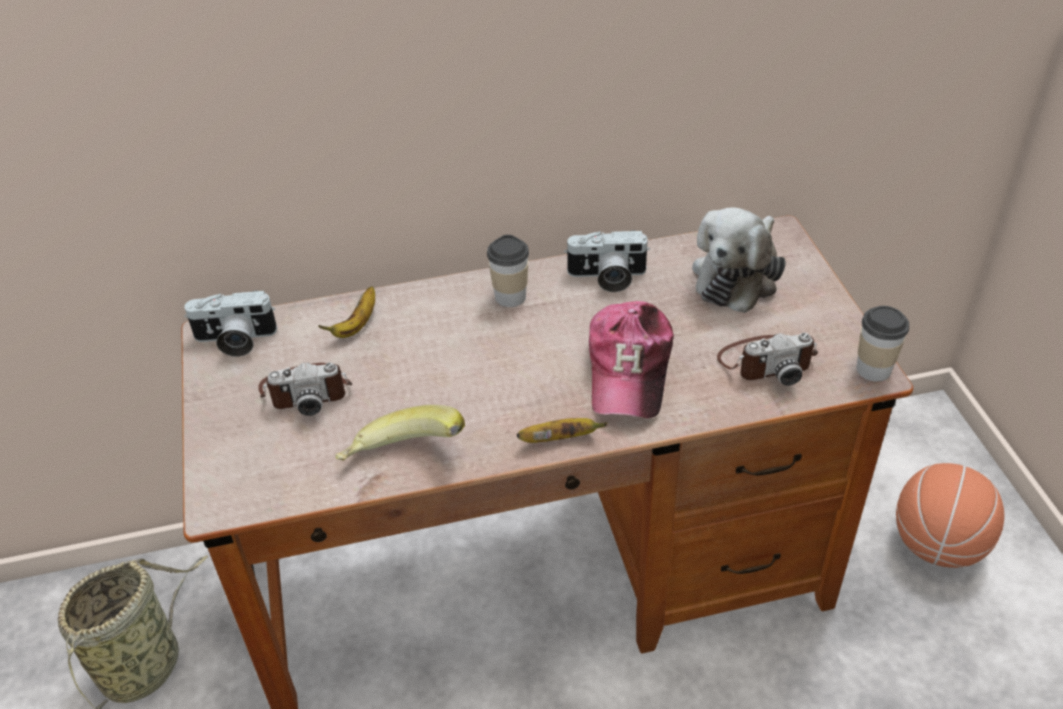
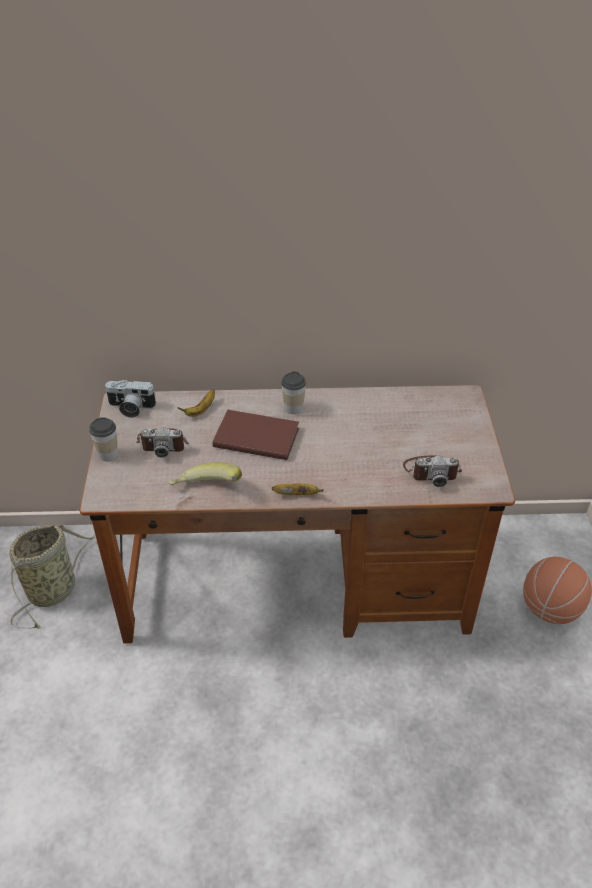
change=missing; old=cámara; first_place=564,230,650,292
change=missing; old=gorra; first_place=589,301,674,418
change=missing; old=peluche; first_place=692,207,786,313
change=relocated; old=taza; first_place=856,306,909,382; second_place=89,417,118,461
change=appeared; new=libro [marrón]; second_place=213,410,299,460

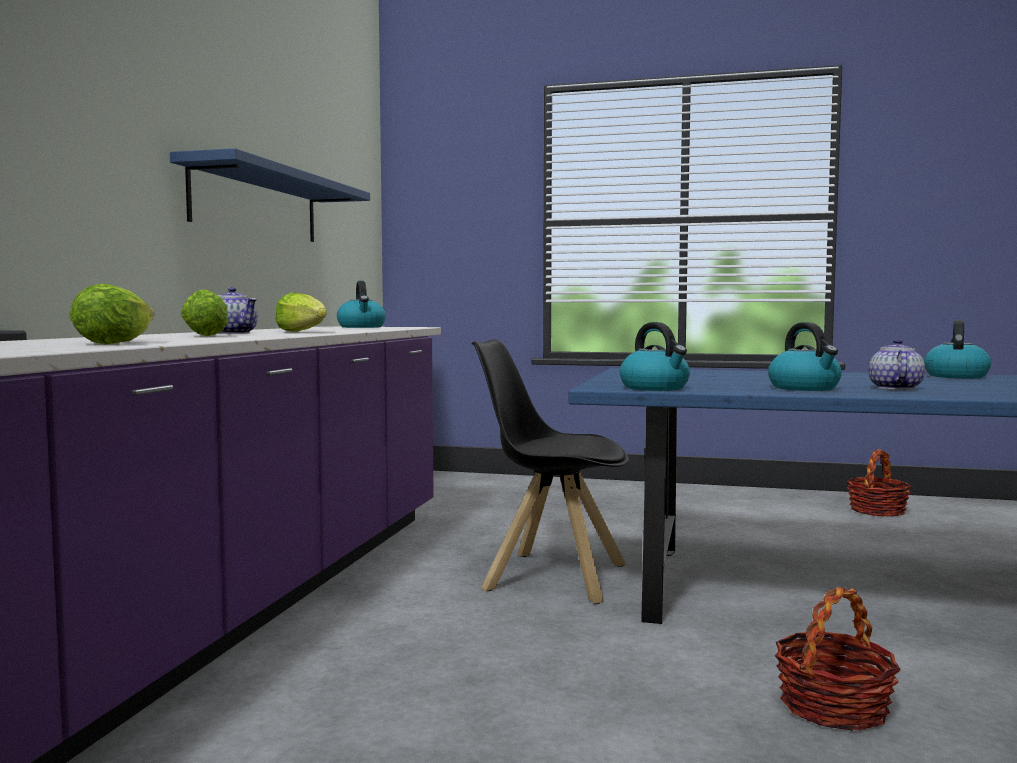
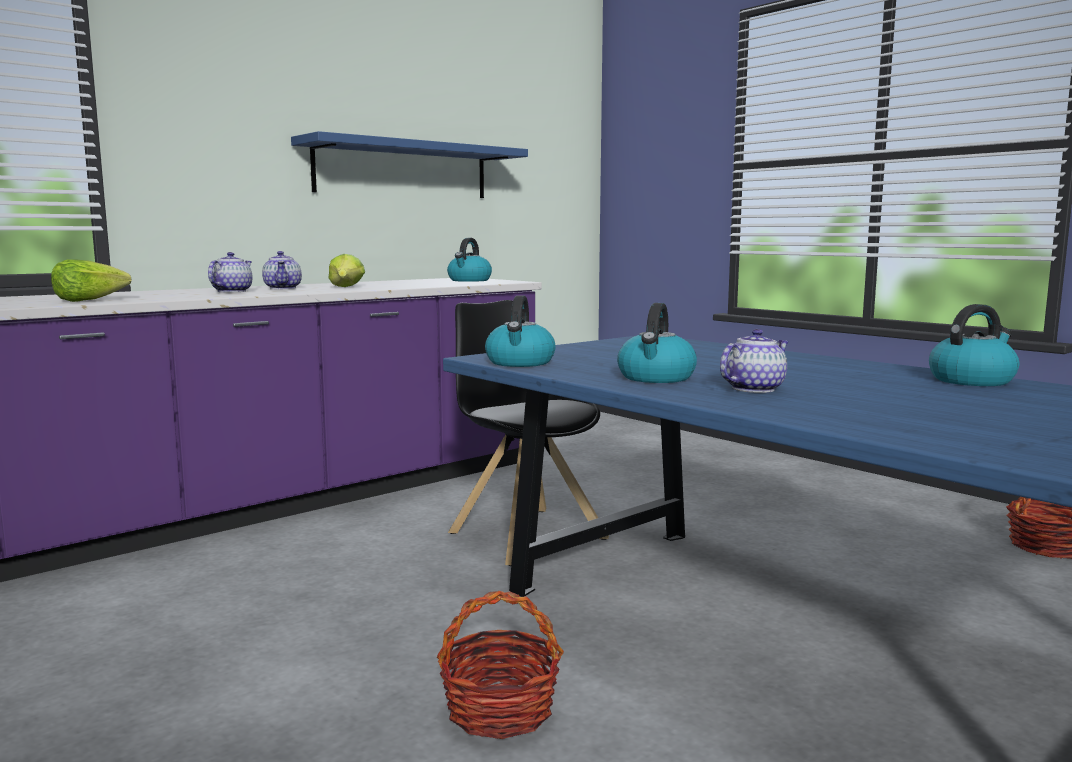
change=exchanged; old=lechuga; new=tetera; first_place=181,289,229,336; second_place=208,252,253,292

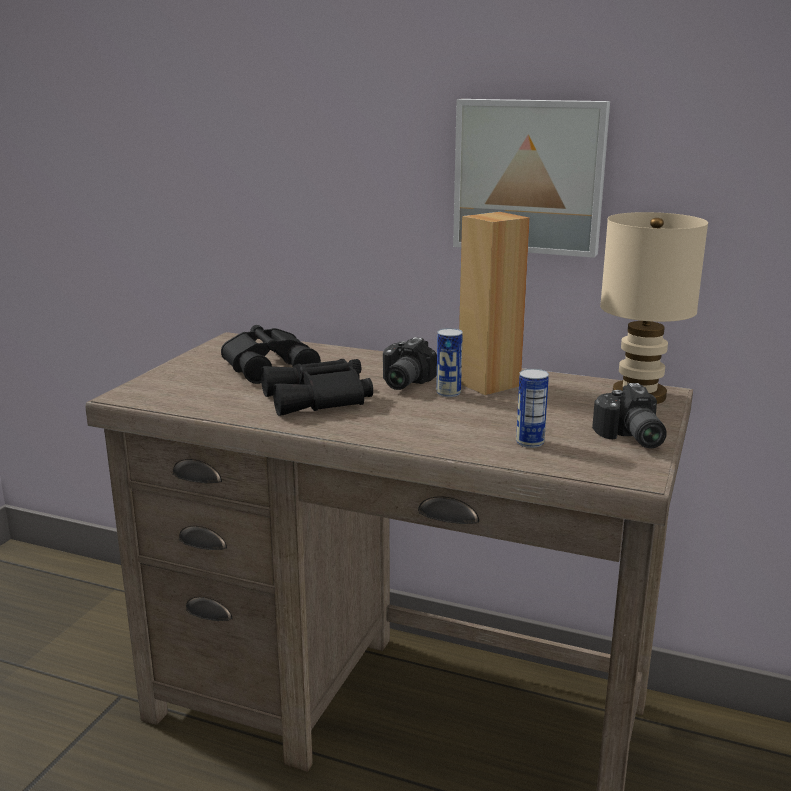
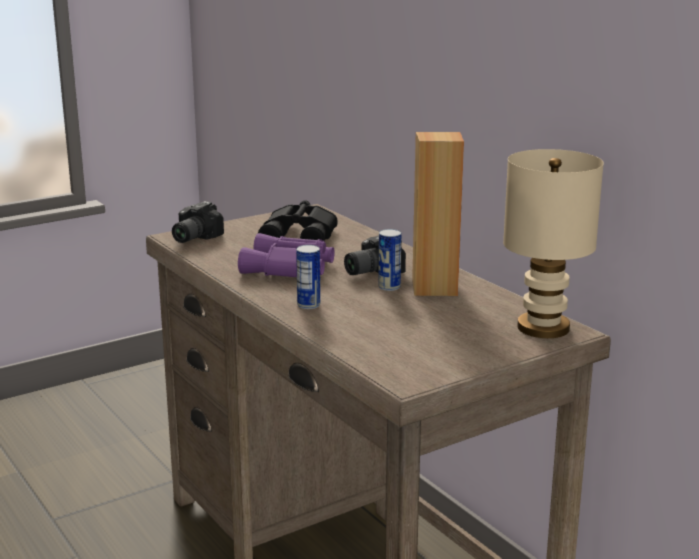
change=colour; old=prismáticos [negro]; new=prismáticos [morado]; first_place=261,359,373,416; second_place=238,233,335,277
change=missing; old=cuadro; first_place=453,99,610,258
change=relocated; old=lata; first_place=516,369,549,448; second_place=296,245,320,309
change=relocated; old=cámara; first_place=592,383,667,448; second_place=172,201,224,243

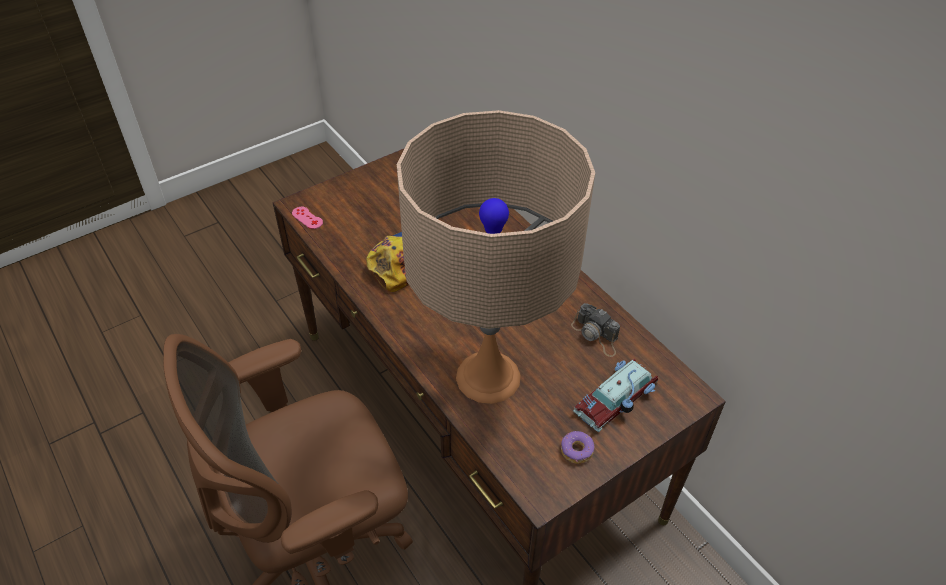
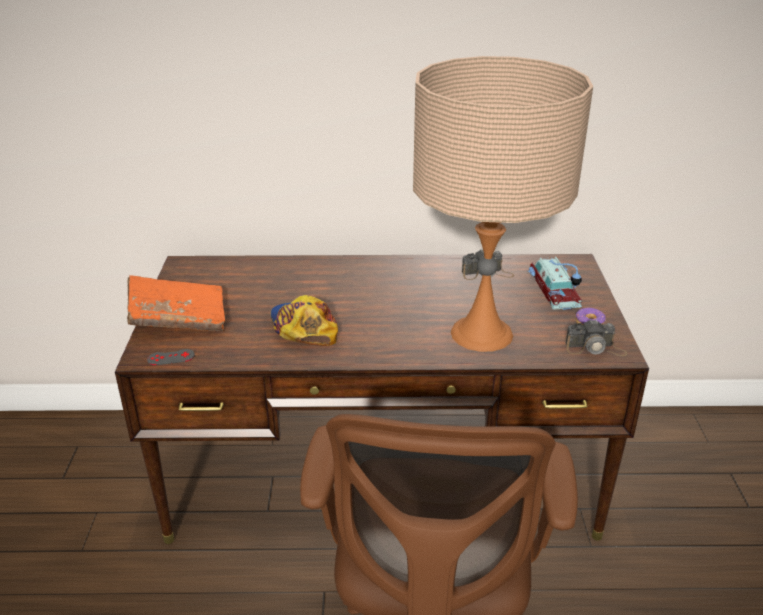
change=colour; old=mando de consola [rosa]; new=mando de consola [gris]; first_place=292,207,323,229; second_place=147,349,195,365
change=appeared; new=libro [naranja]; second_place=127,275,226,331
change=appeared; new=cámara; second_place=565,319,627,356

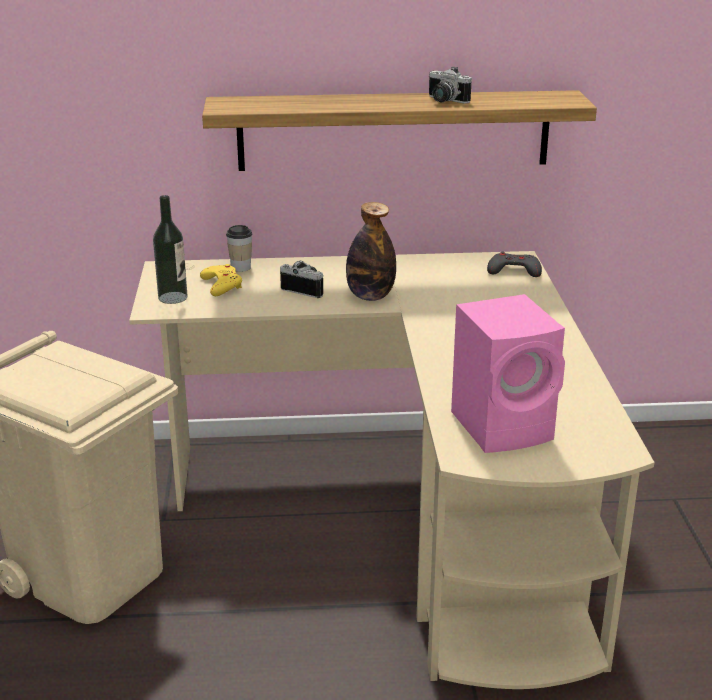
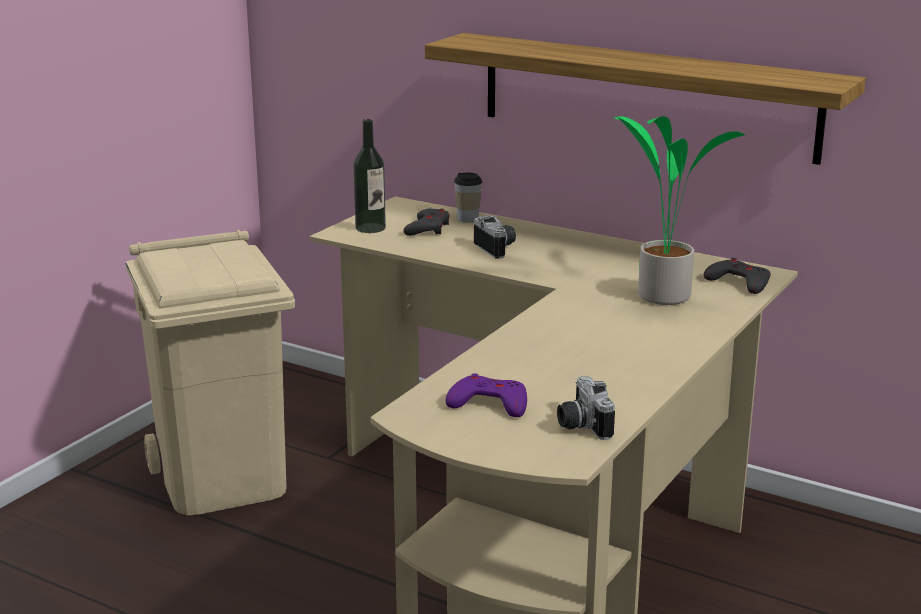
change=colour; old=mando de consola [amarillo]; new=mando de consola [gris]; first_place=200,264,242,296; second_place=403,209,450,236
change=missing; old=botella; first_place=346,202,396,301
change=relocated; old=cámara; first_place=429,67,472,104; second_place=557,376,615,440
change=exchanged; old=altavoz [rosa]; new=mando de consola [morado]; first_place=451,294,565,453; second_place=446,373,527,417
change=appeared; new=planta en maceta; second_place=614,116,745,305

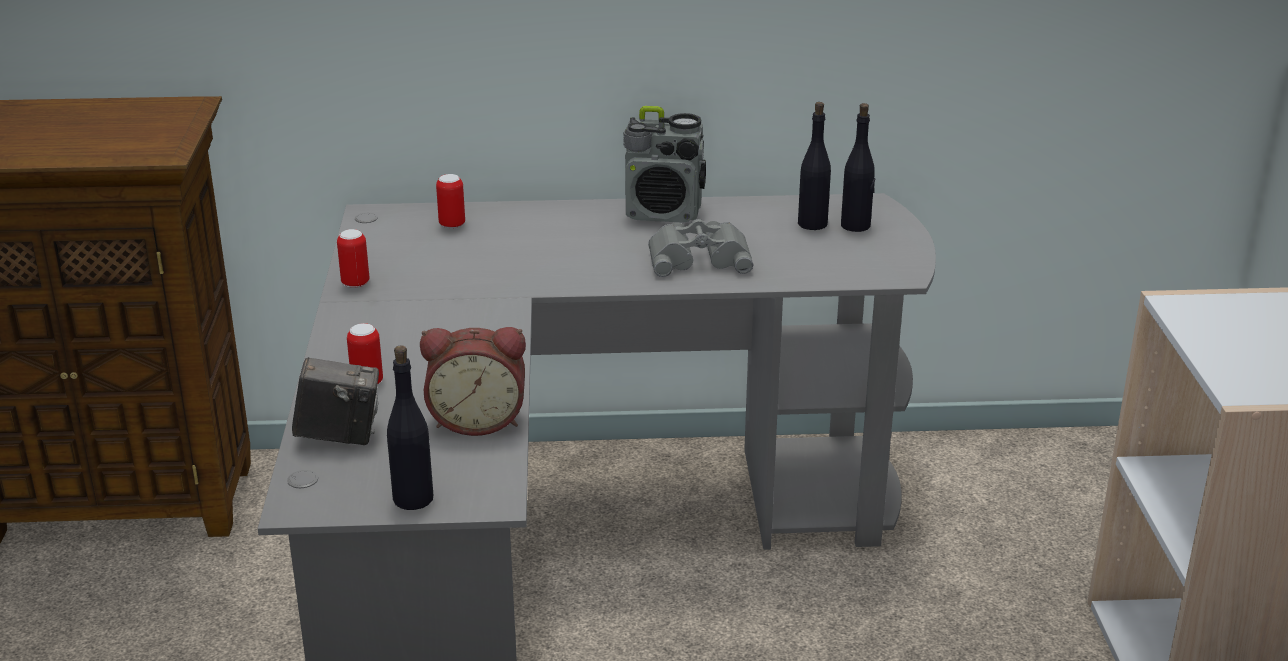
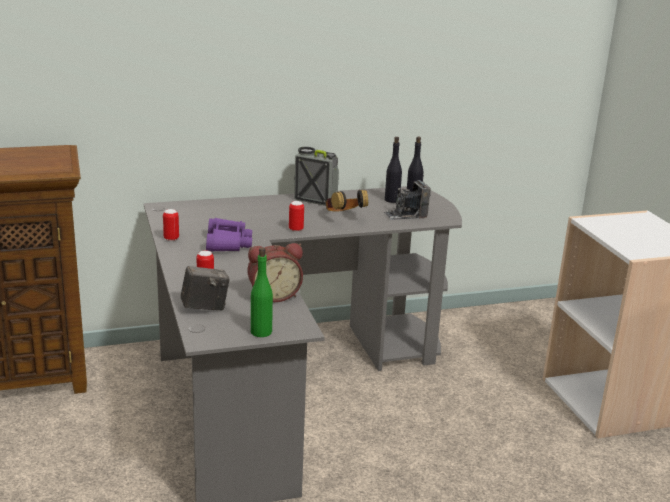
change=colour; old=botella [negro]; new=botella [verde]; first_place=387,345,433,510; second_place=251,247,273,337
change=relocated; old=lata; first_place=436,174,465,229; second_place=289,201,304,232
change=spun; old=radio; first_place=623,106,706,223; second_place=294,147,339,206; degrees=-150
change=exchanged; old=prismáticos [gris]; new=auriculares; first_place=648,219,753,277; second_place=325,190,368,212
change=appeared; new=prismáticos [morado]; second_place=206,218,252,252
change=appeared; new=cámara; second_place=383,180,431,220

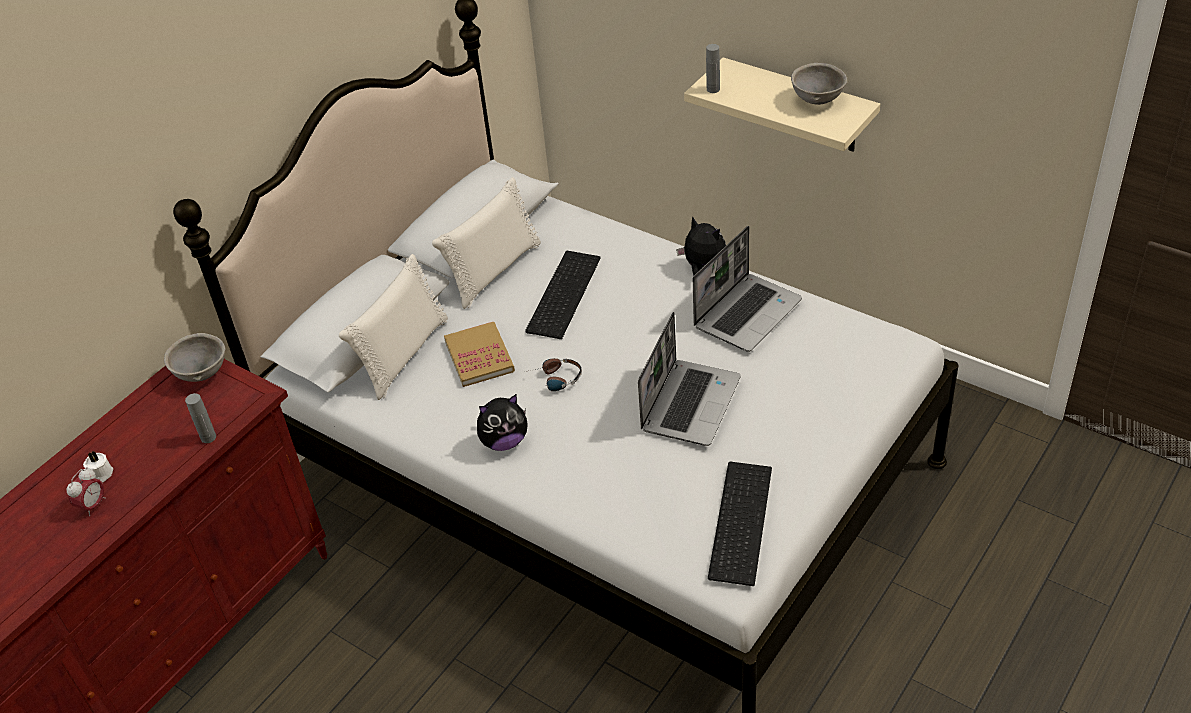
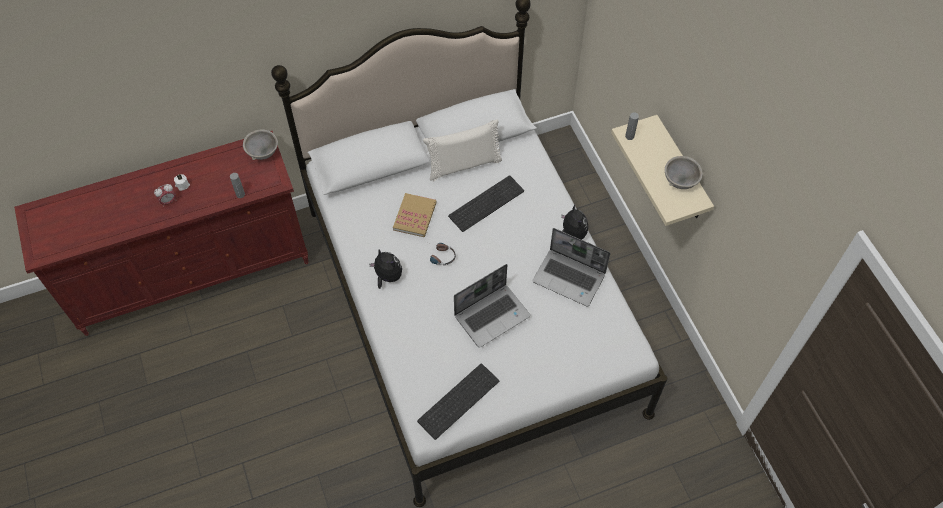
change=missing; old=cojín [blanco]; first_place=339,254,448,400
change=spun; old=peluche; first_place=477,394,528,451; second_place=369,249,402,289; degrees=-150
change=spun; old=portátil; first_place=693,226,802,352; second_place=533,228,611,306; degrees=45

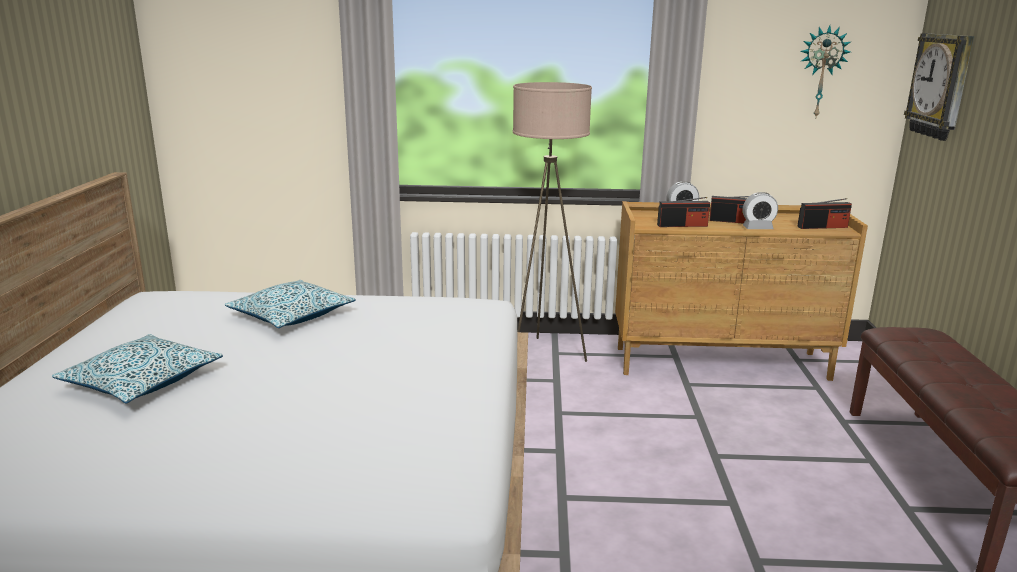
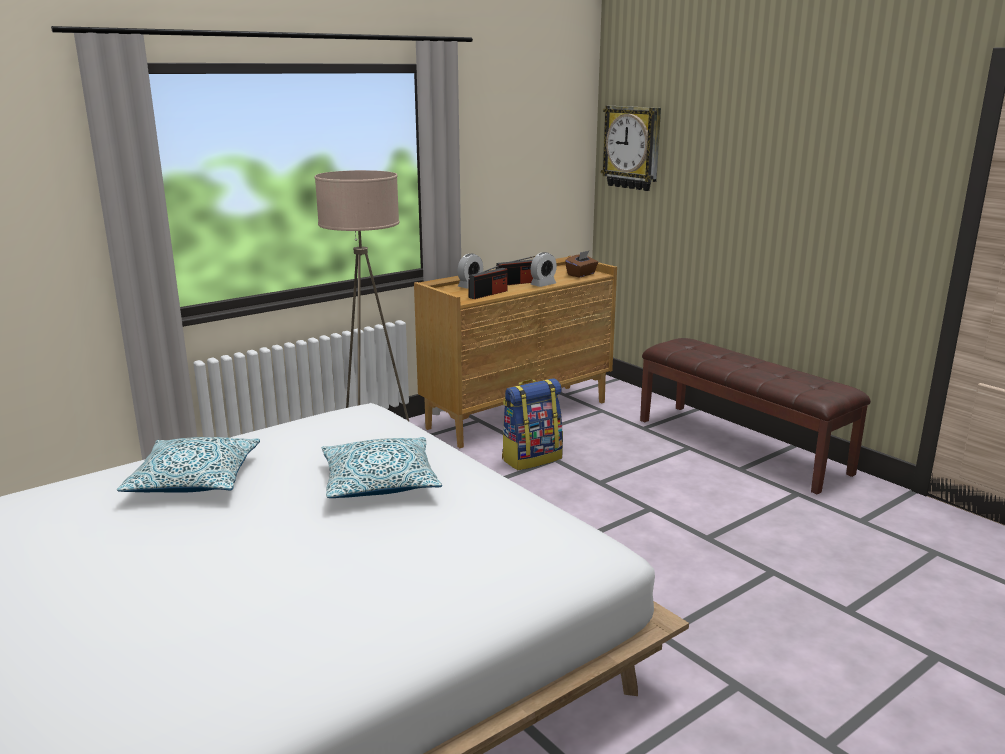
change=relocated; old=cojín; first_place=52,334,223,403; second_place=321,437,442,498
change=exchanged; old=radio; new=caja de pañuelos [marrón]; first_place=797,198,852,229; second_place=565,251,598,278
change=missing; old=reloj de pared; first_place=800,25,850,117
change=appeared; new=mochila; second_place=502,378,563,470

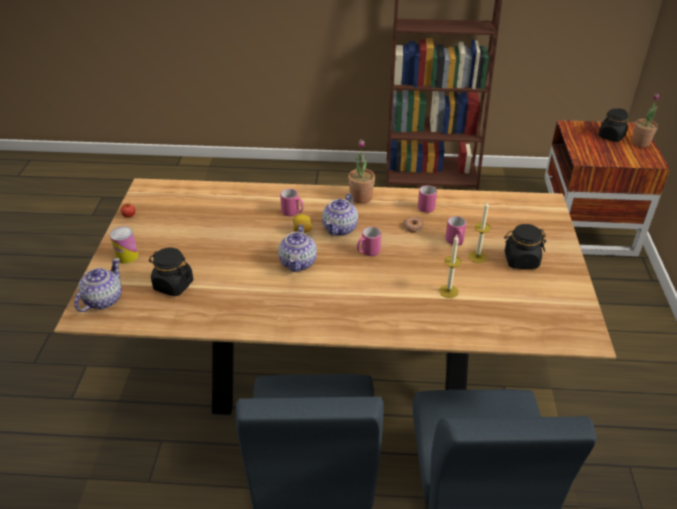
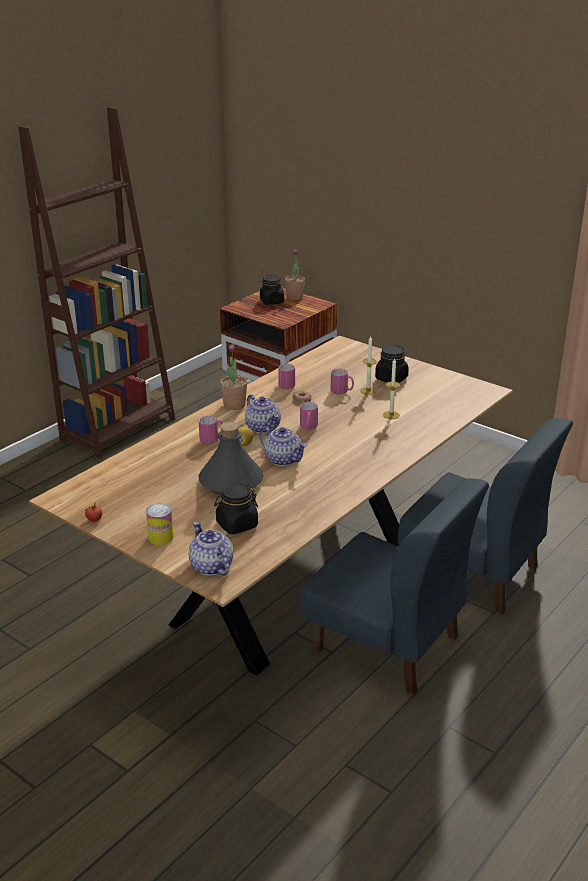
change=appeared; new=botella [gris]; second_place=198,422,264,495

